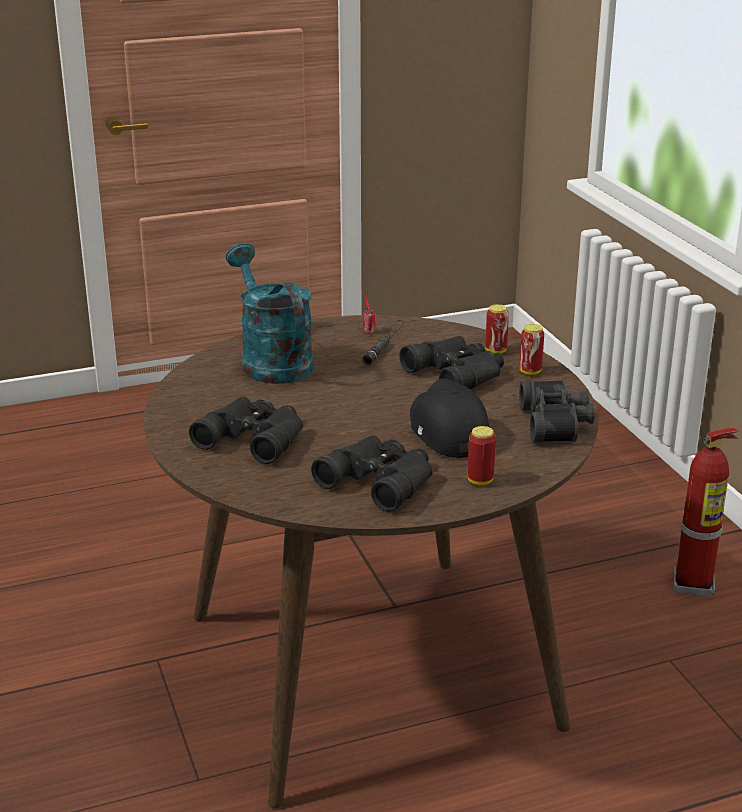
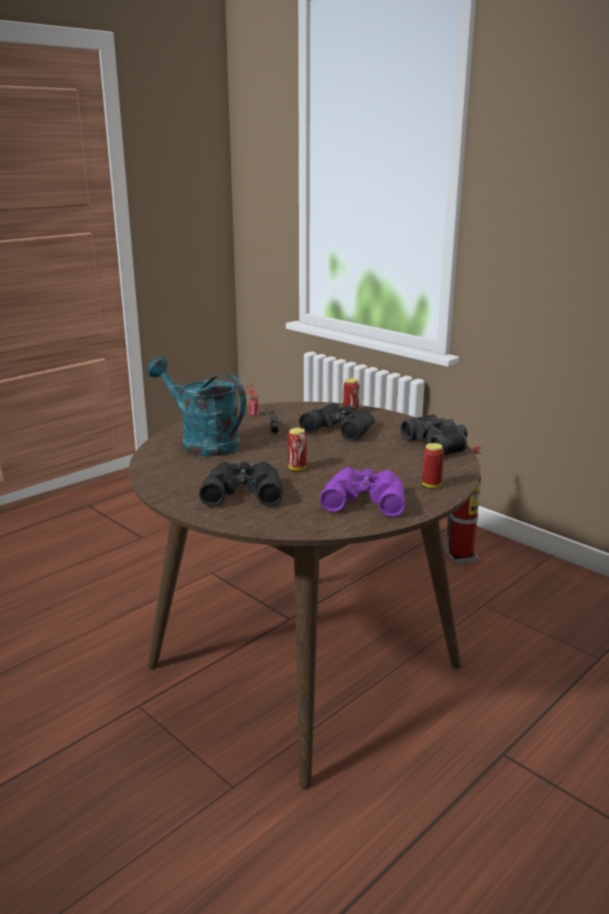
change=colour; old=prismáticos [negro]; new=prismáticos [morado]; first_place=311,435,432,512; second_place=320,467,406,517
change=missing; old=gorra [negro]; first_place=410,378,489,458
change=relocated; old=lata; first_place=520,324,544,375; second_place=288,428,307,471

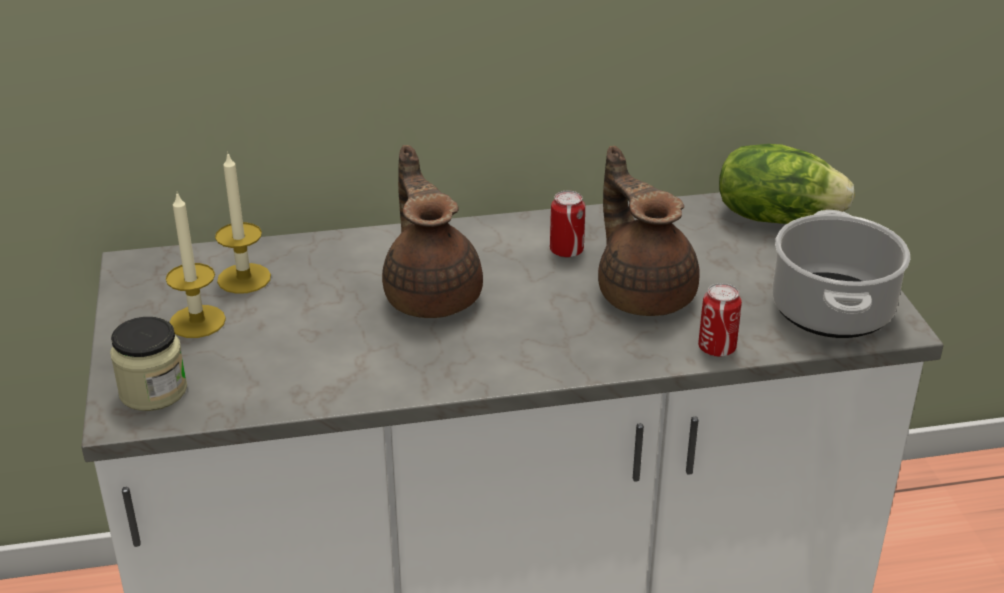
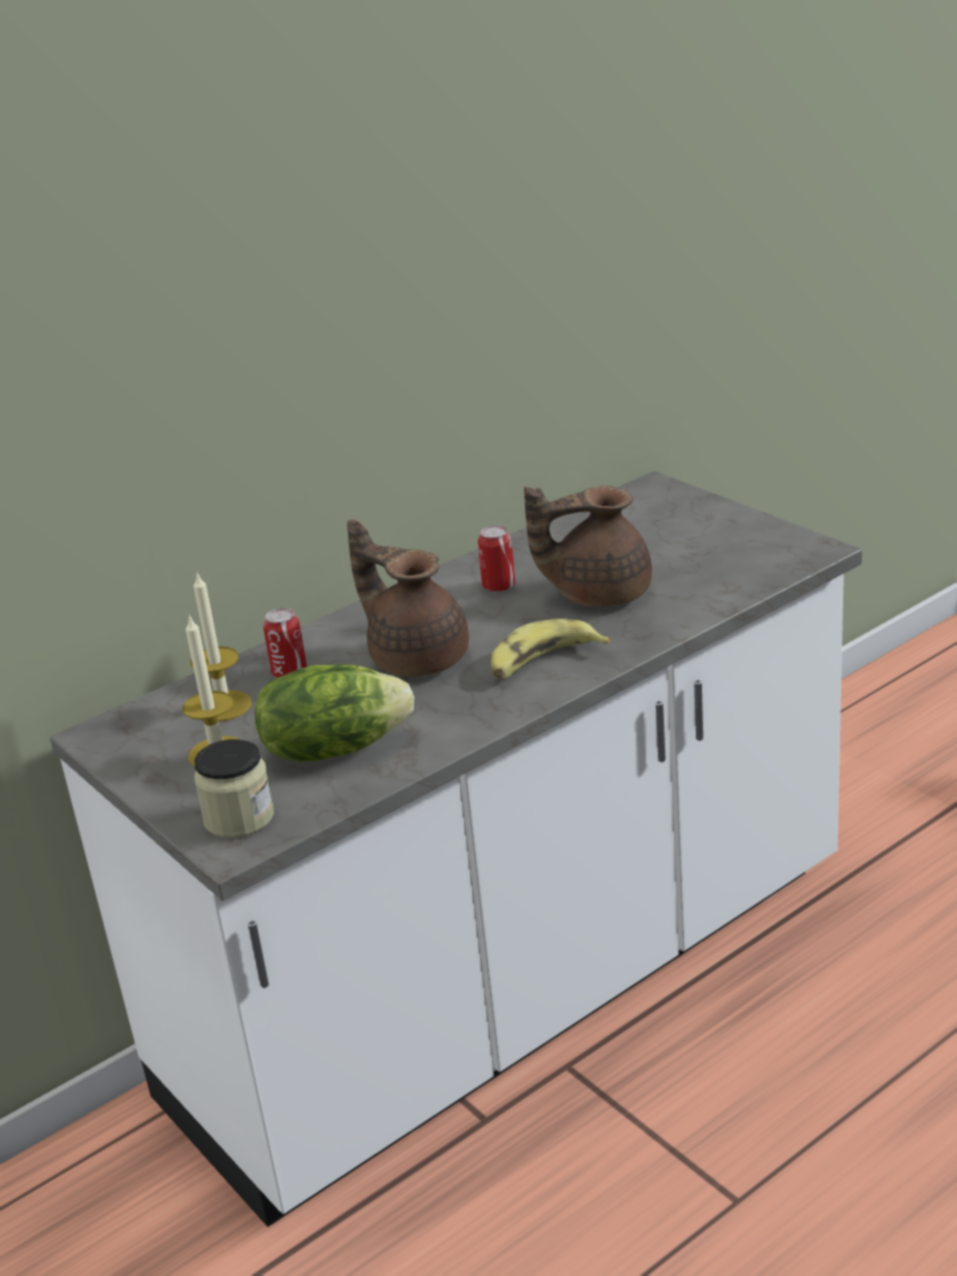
change=spun; old=tetera [marrón]; first_place=598,146,700,316; second_place=524,486,652,607; degrees=-45
change=relocated; old=lata; first_place=698,283,742,357; second_place=263,608,307,678
change=relocated; old=lechuga; first_place=719,144,855,224; second_place=255,664,414,762
change=missing; old=olla; first_place=772,210,910,338
change=appeared; new=plátano; second_place=491,619,611,680

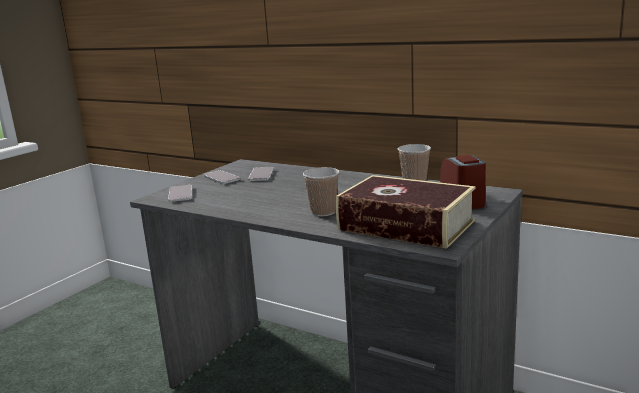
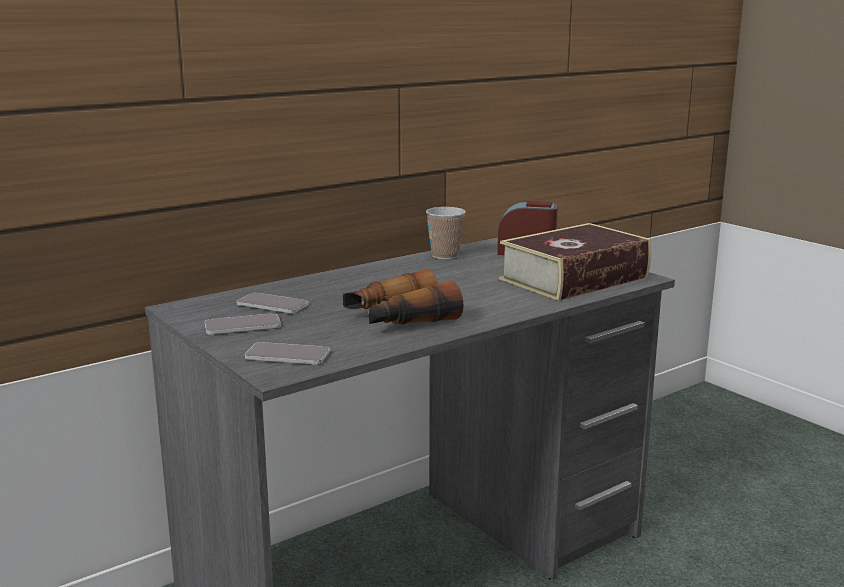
change=missing; old=taza; first_place=303,167,339,216
change=appeared; new=prismáticos; second_place=343,269,464,325

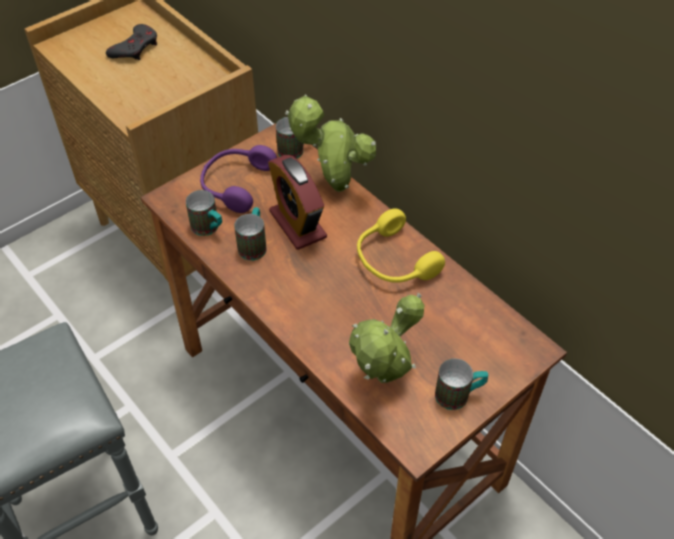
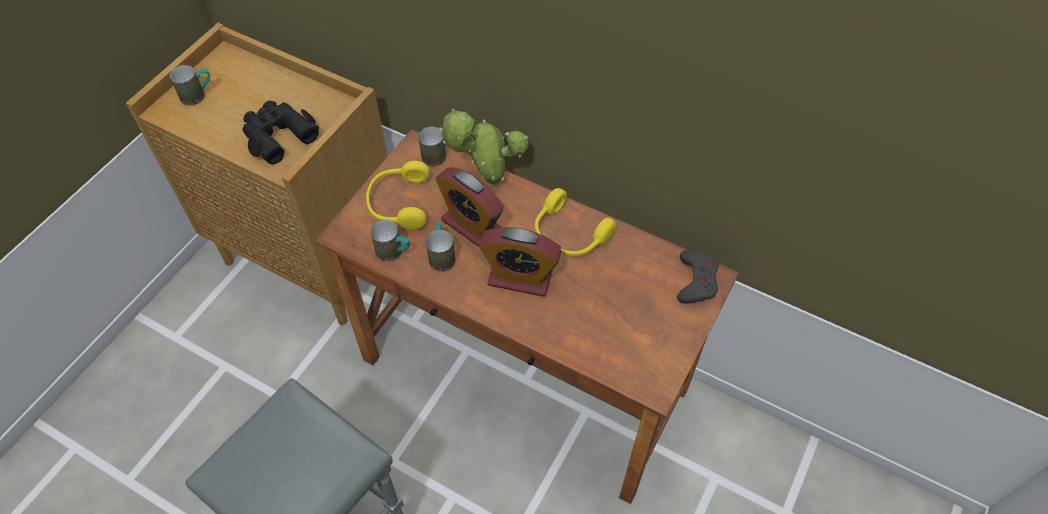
change=relocated; old=mando de consola [gris]; first_place=106,24,157,60; second_place=677,250,719,304
change=colour; old=auriculares [morado]; new=auriculares [amarillo]; first_place=200,145,277,213; second_place=366,161,430,230
change=missing; old=planta en maceta; first_place=349,292,424,383
change=relocated; old=taza grande; first_place=435,359,488,410; second_place=169,65,210,106
change=appeared; new=prismáticos [negro]; second_place=242,100,319,164
change=appeared; new=despertador; second_place=479,227,561,297

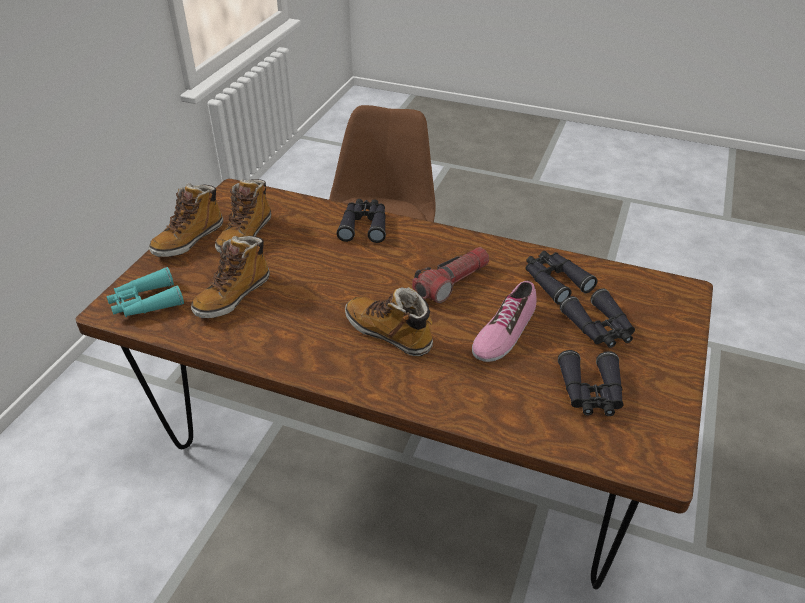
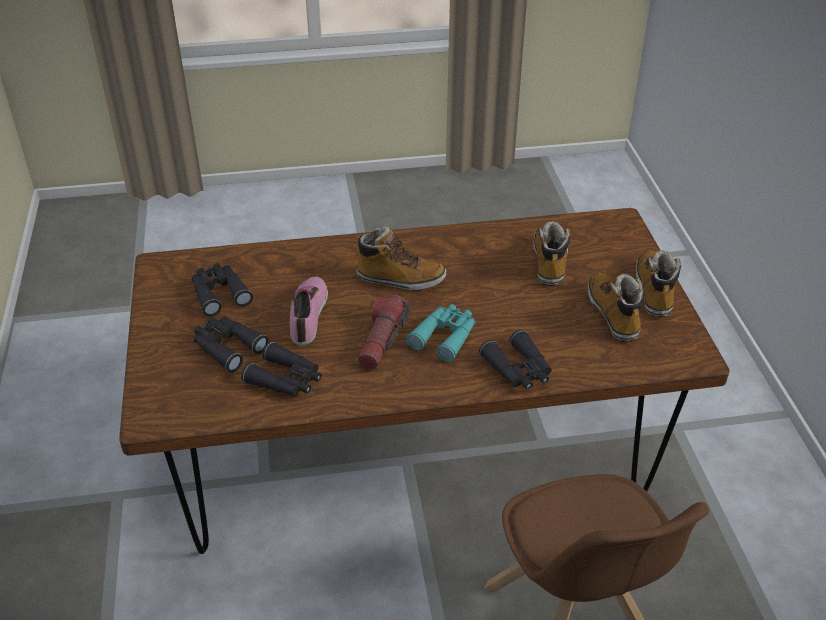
change=relocated; old=prismáticos [turquesa]; first_place=106,267,184,317; second_place=406,304,475,362

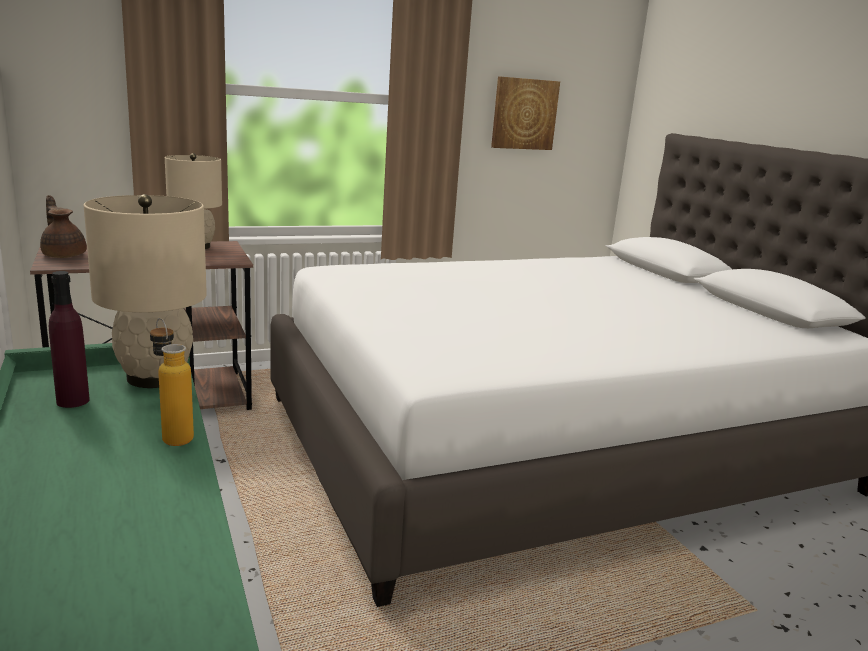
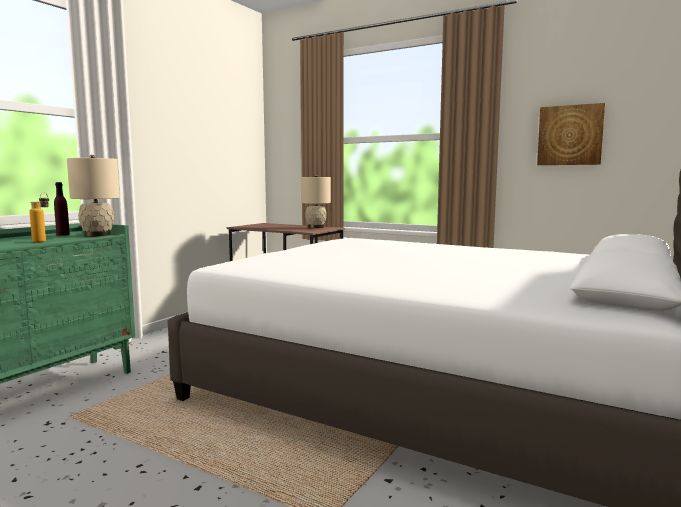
change=missing; old=tetera [marrón]; first_place=40,195,87,258

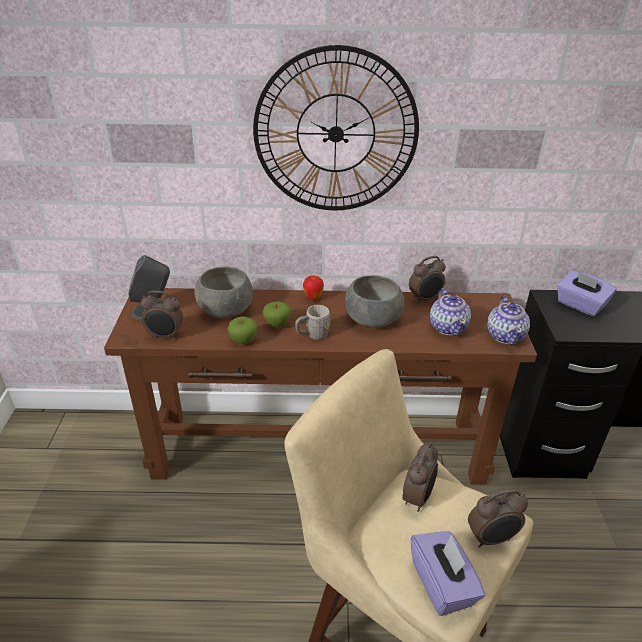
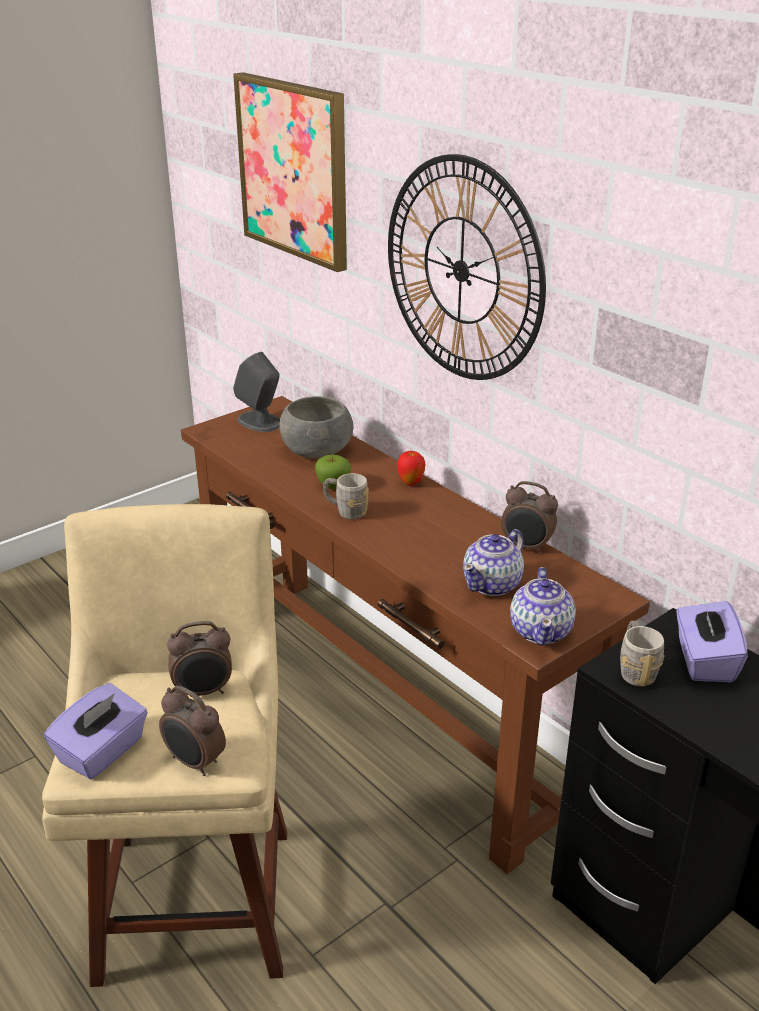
change=missing; old=despertador; first_place=141,291,183,340
change=missing; old=manzana; first_place=228,316,257,344
change=missing; old=cuenco [gris]; first_place=345,275,405,327
change=spun; old=tetera; first_place=487,296,530,345; second_place=510,567,576,646; degrees=-45
change=appeared; new=cuadro; second_place=233,72,347,272
change=appeared; new=taza grande [gris]; second_place=620,621,665,687

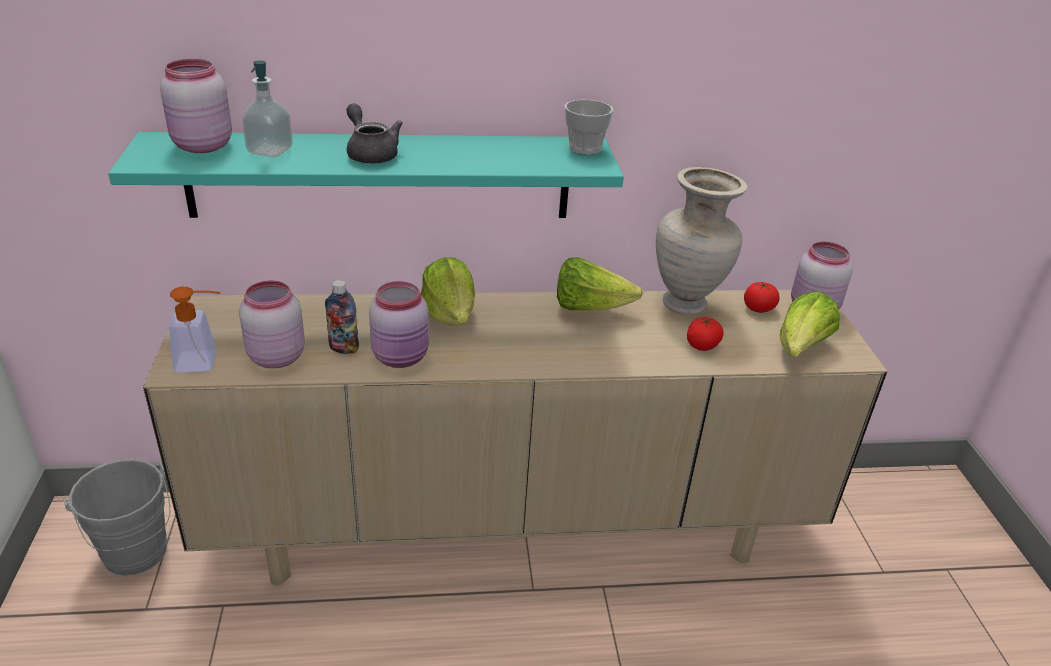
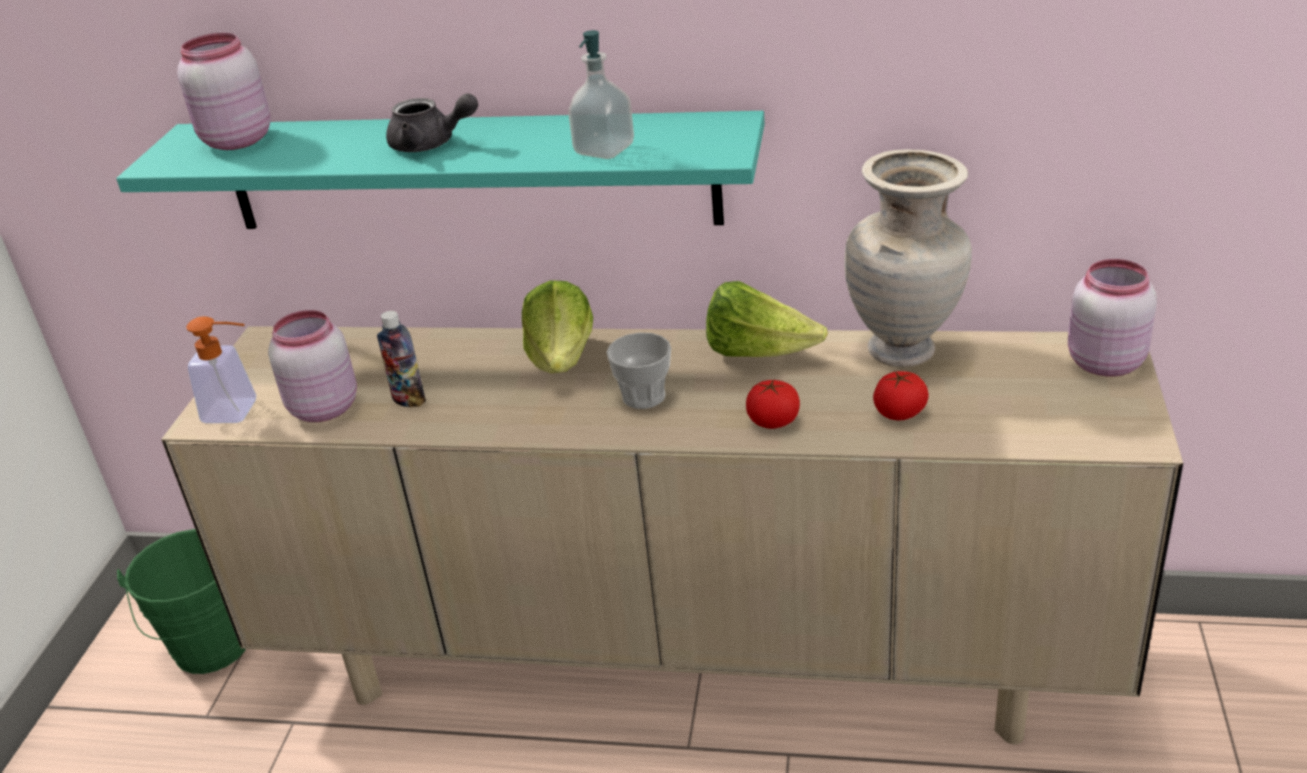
change=colour; old=cubo [gris]; new=cubo [verde]; first_place=63,459,170,576; second_place=117,529,246,674
change=relocated; old=dispensador de jabón; first_place=242,60,293,157; second_place=568,30,634,159
change=spun; old=tetera [gris]; first_place=347,104,403,164; second_place=386,93,478,152; degrees=120
change=missing; old=tarro [rosa]; first_place=369,281,429,368
change=relocated; old=taza; first_place=565,99,613,155; second_place=606,333,671,409
change=relocated; old=tomate; first_place=744,281,779,313; second_place=746,379,800,429
change=missing; old=lechuga; first_place=780,291,840,357

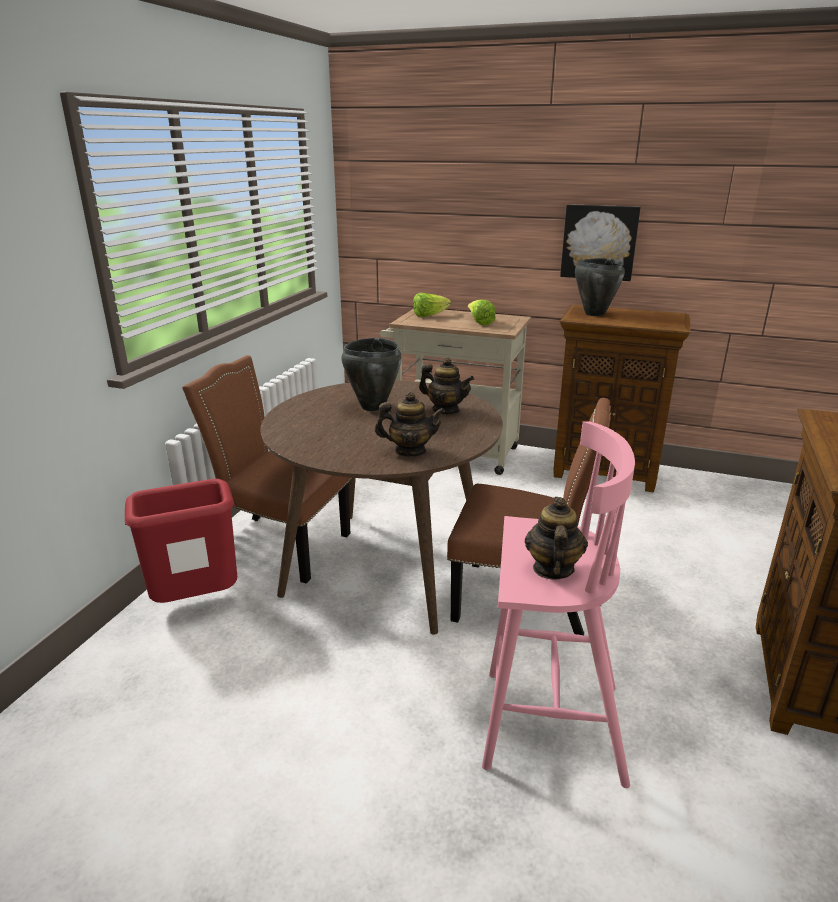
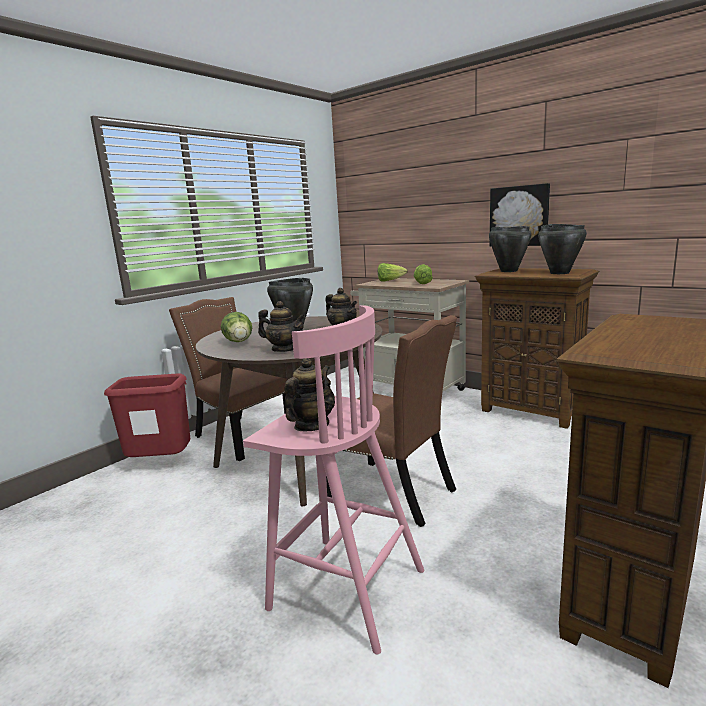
change=appeared; new=lechuga; second_place=221,312,252,342
change=appeared; new=olla [negro]; second_place=538,224,587,274

